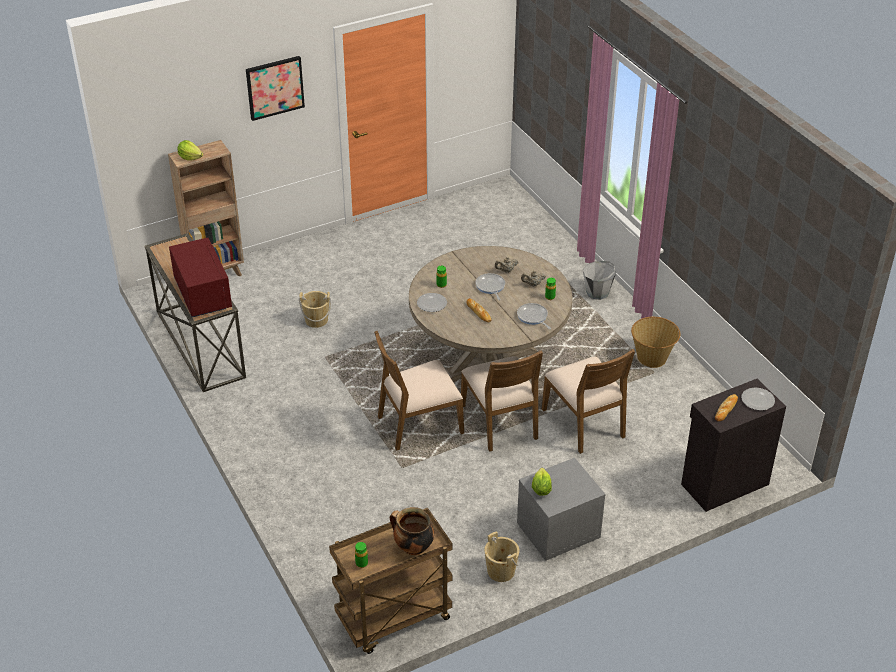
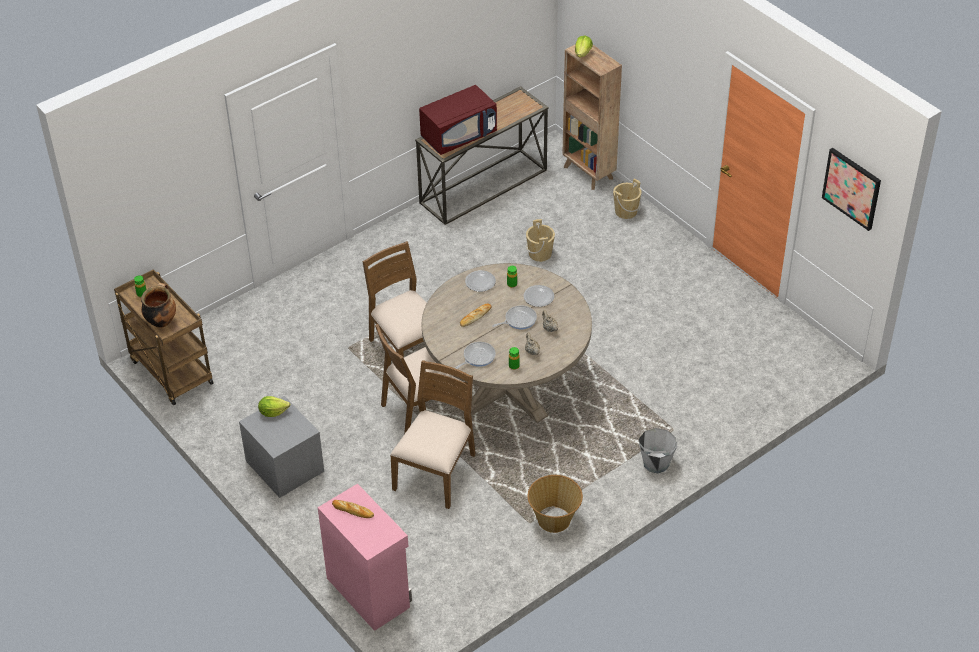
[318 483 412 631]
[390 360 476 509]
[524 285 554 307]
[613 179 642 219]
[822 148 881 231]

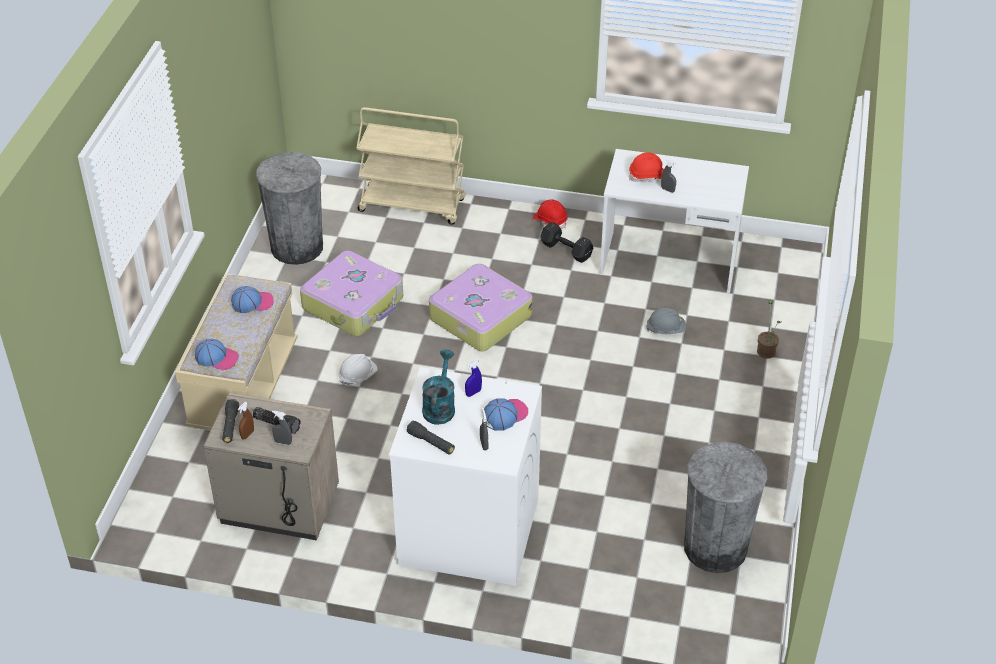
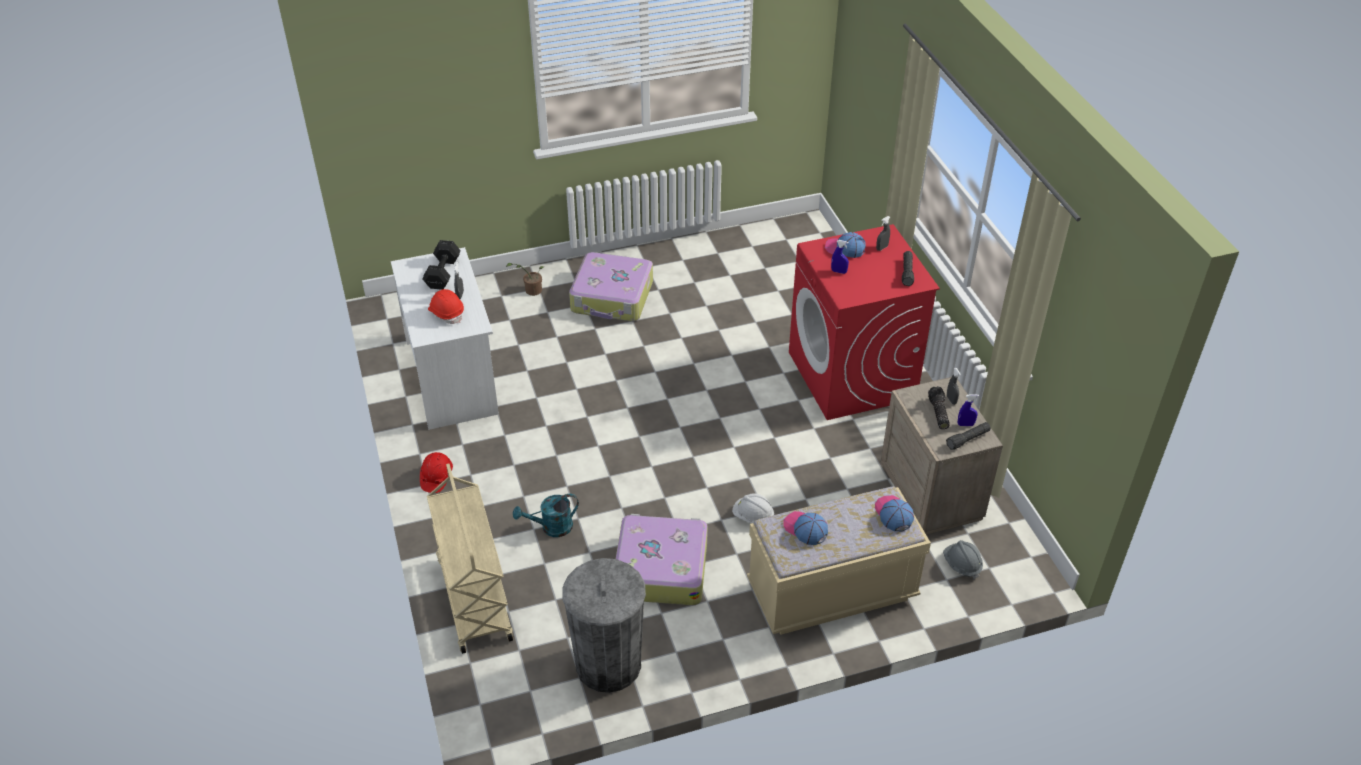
[422 240 461 290]
[513 494 579 537]
[569 252 653 321]
[789 224 940 420]
[943 540 983 579]
[958 394 979 426]
[684 442 767 573] (first image)

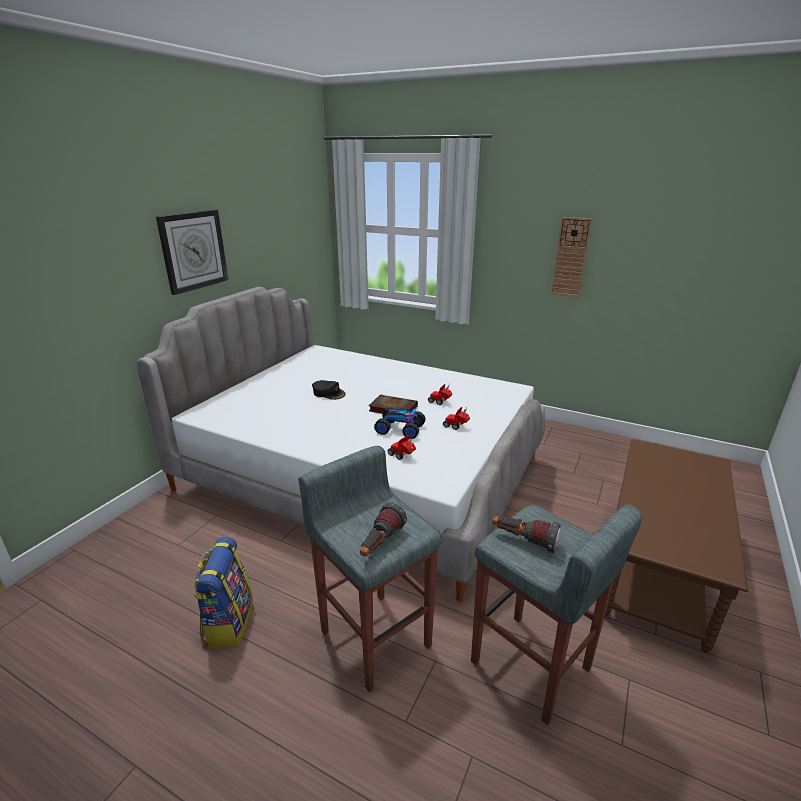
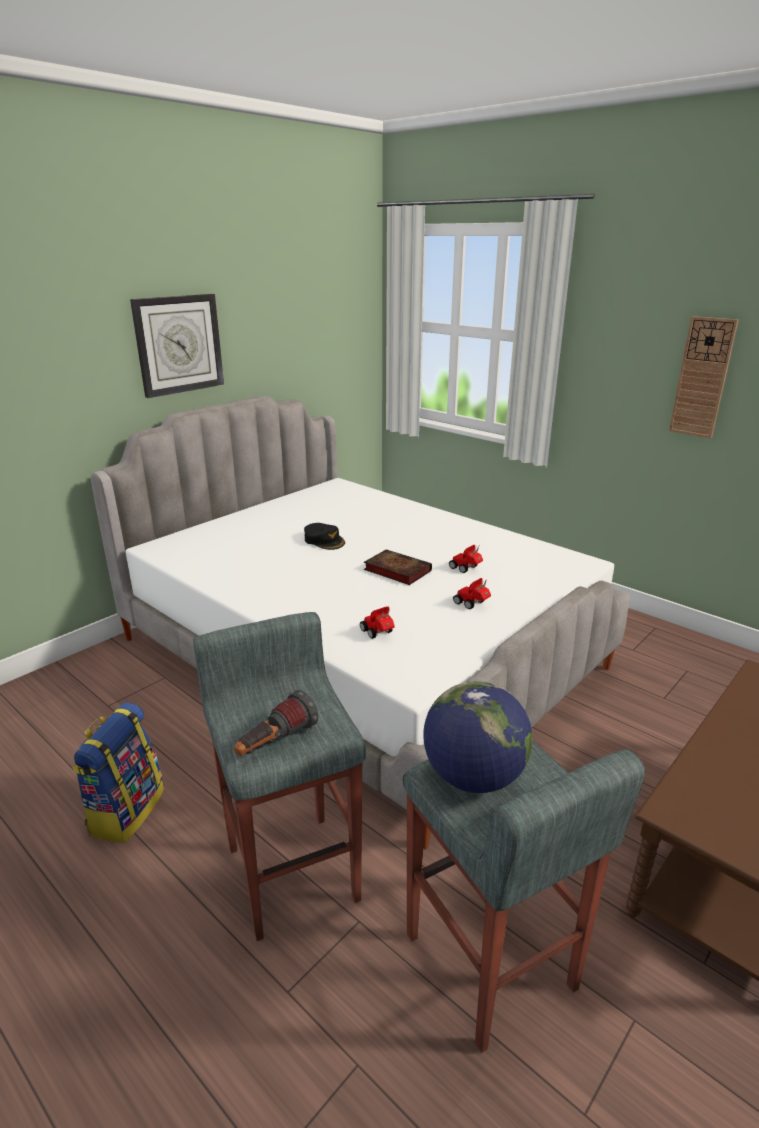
[423 681 533 793]
[374 408 426 439] (first image)

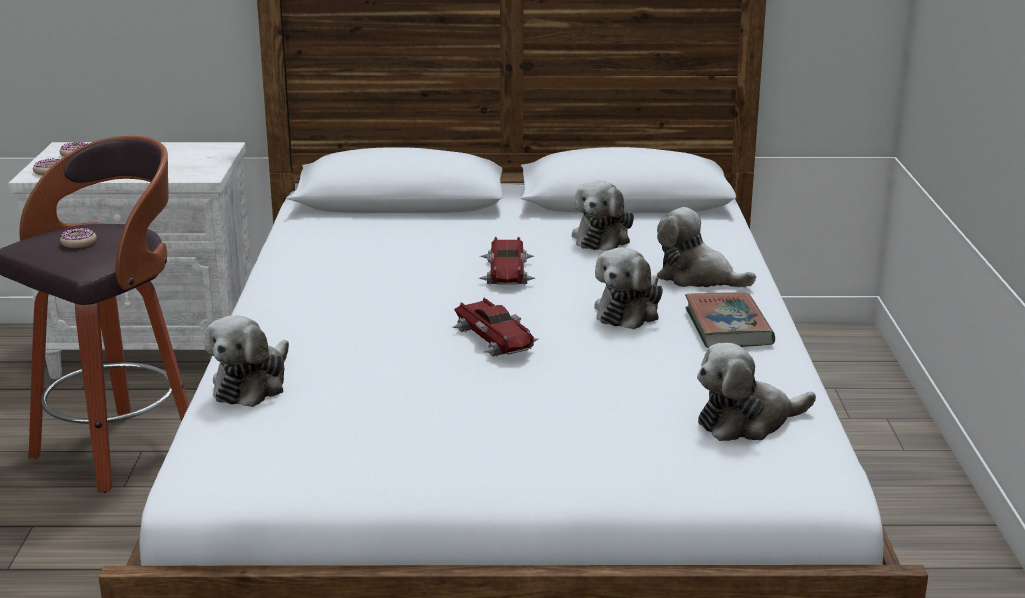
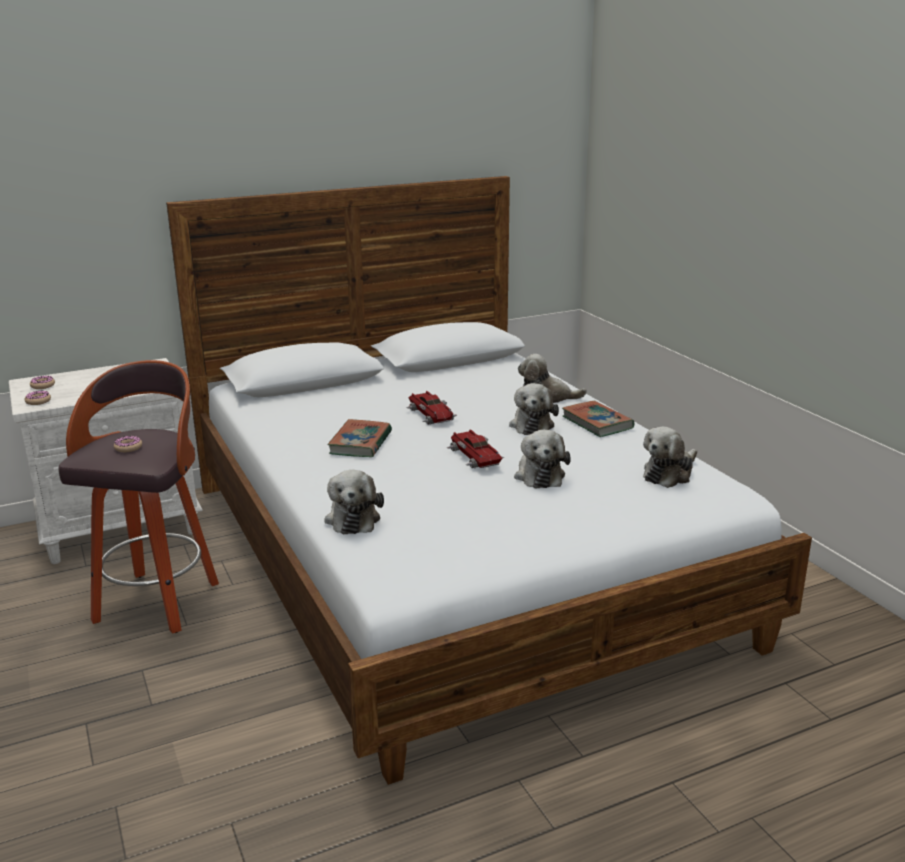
[327 419 392 457]
[447 429 504 468]
[514 430 571 488]

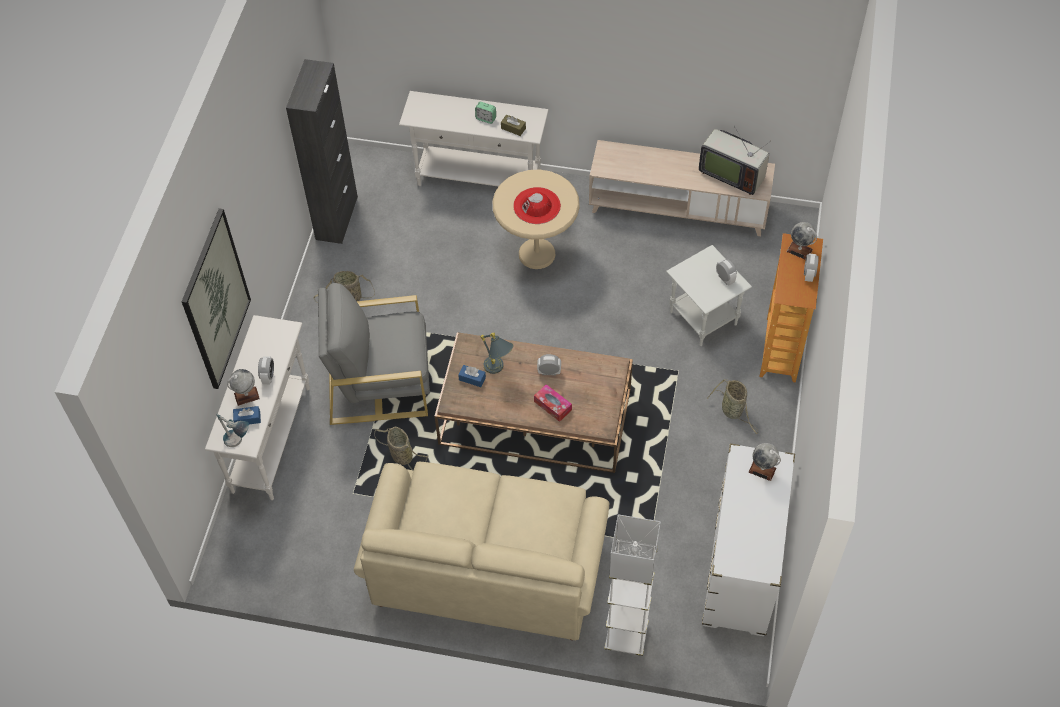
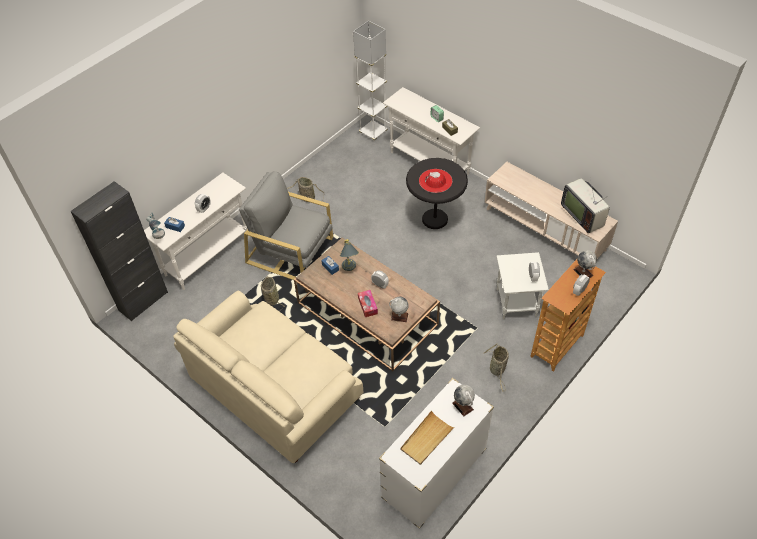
[71 181 168 321]
[353 21 388 142]
[389 297 409 322]
[400 410 454 465]
[406 158 468 229]
[182 208 251 389] (first image)

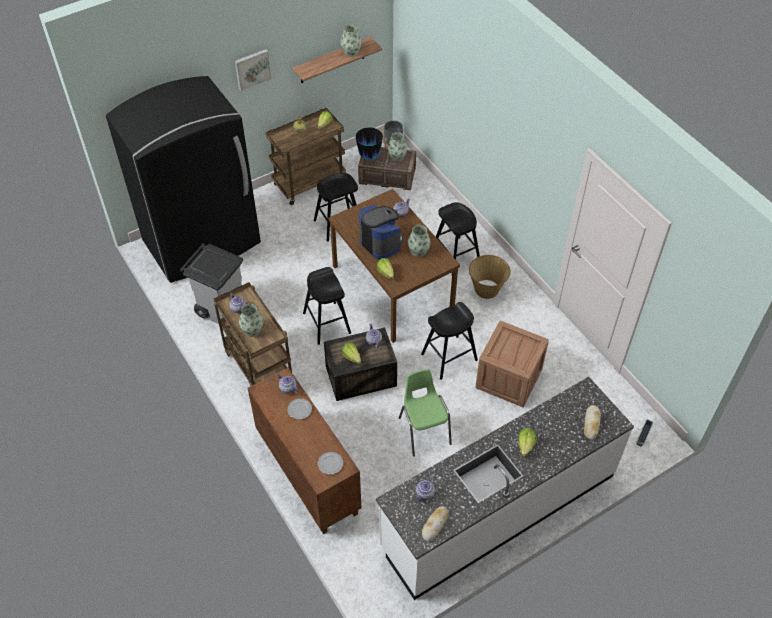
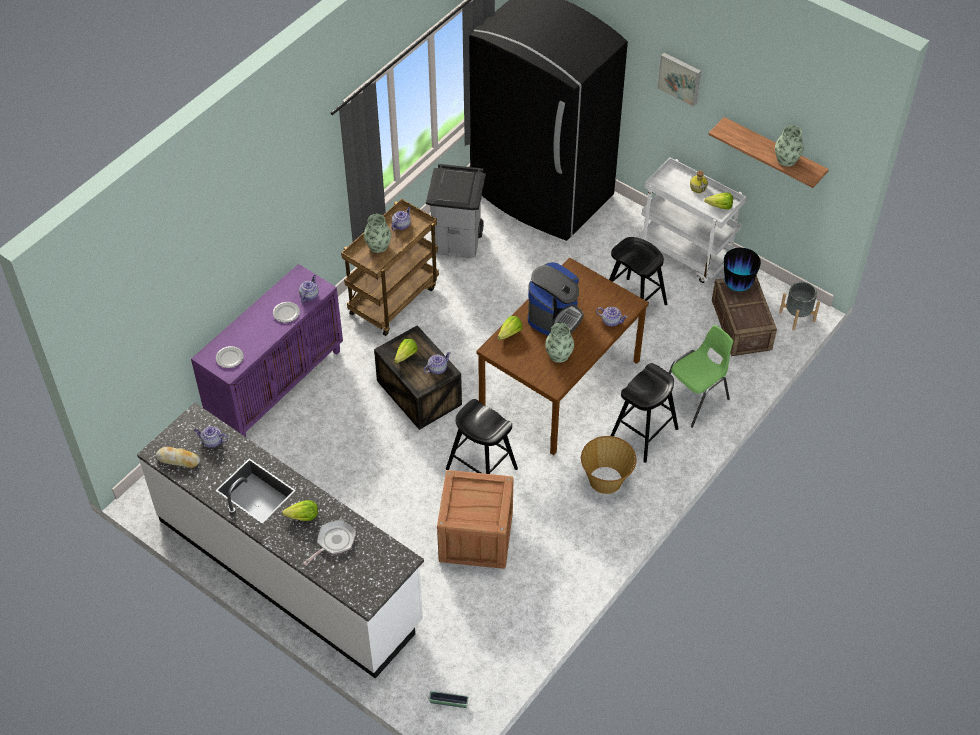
[191 264 343 437]
[303 520 356 566]
[639 157 746 283]
[669 325 733 428]
[303 267 351 345] (first image)
[388 132 407 161] (first image)
[584 405 601 440] (first image)

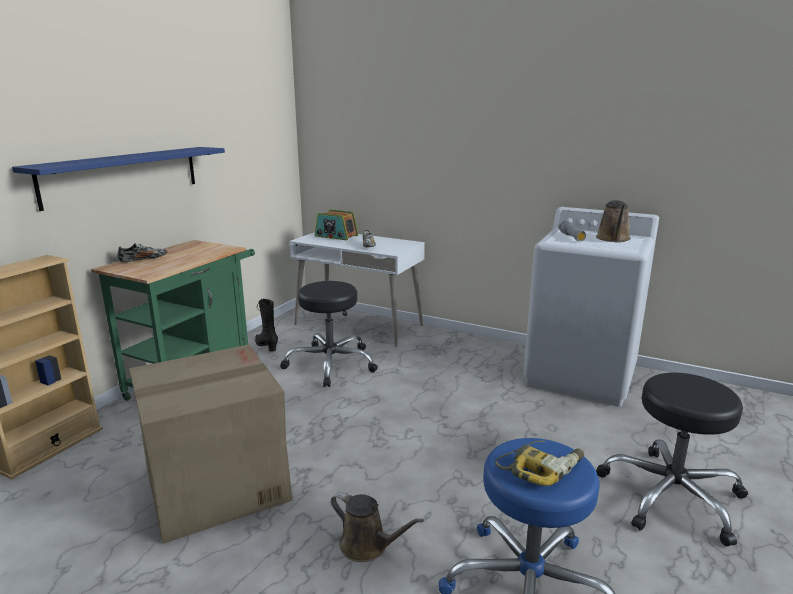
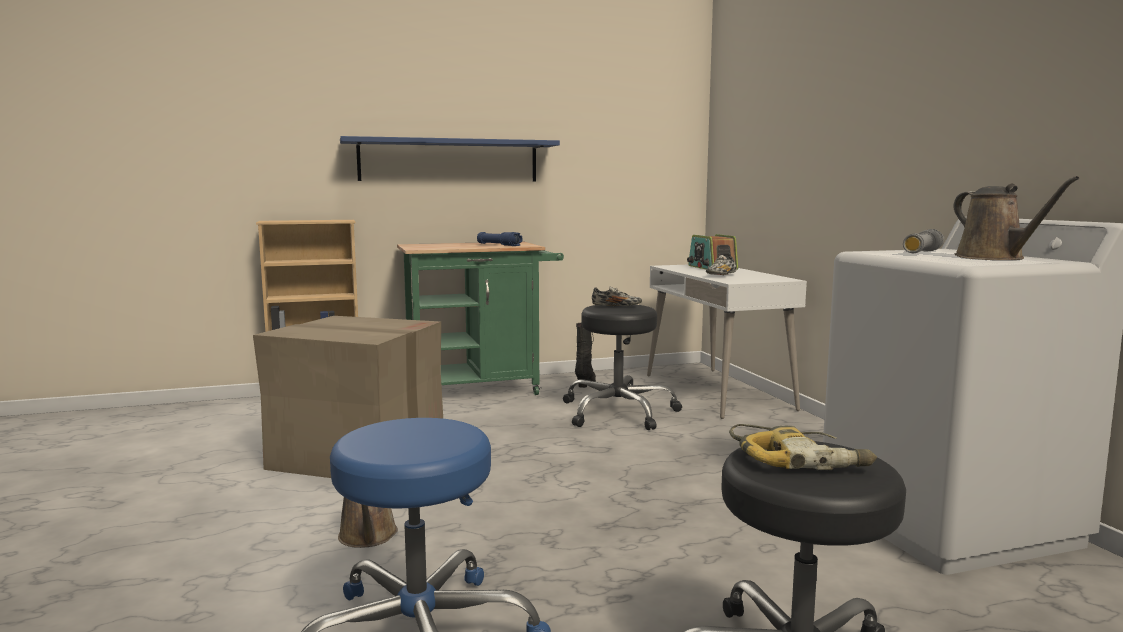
[477 232 523 246]
[592 286 642 307]
[729 424 877 470]
[953 176 1079 260]

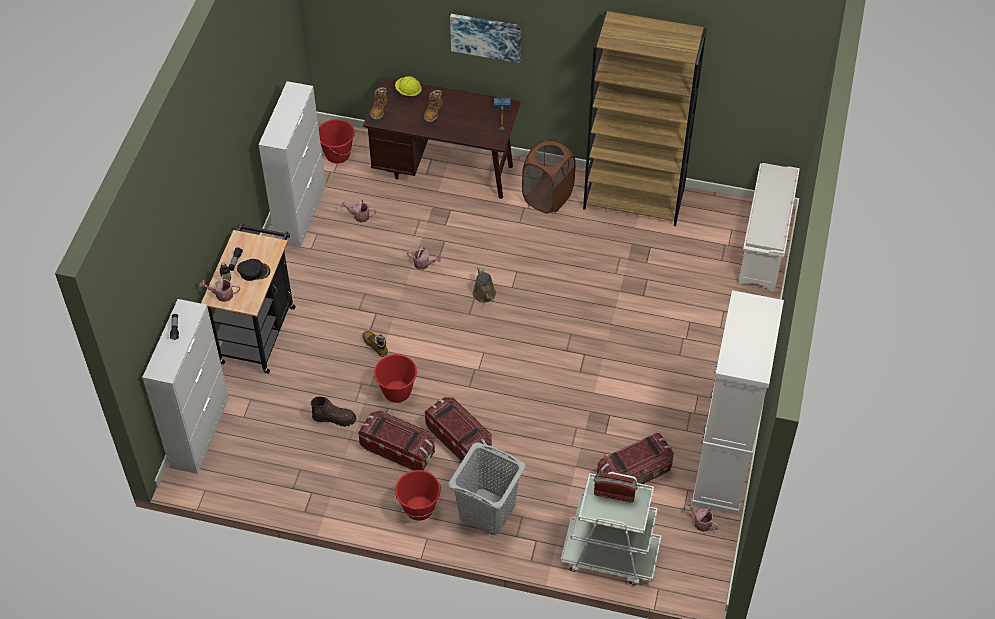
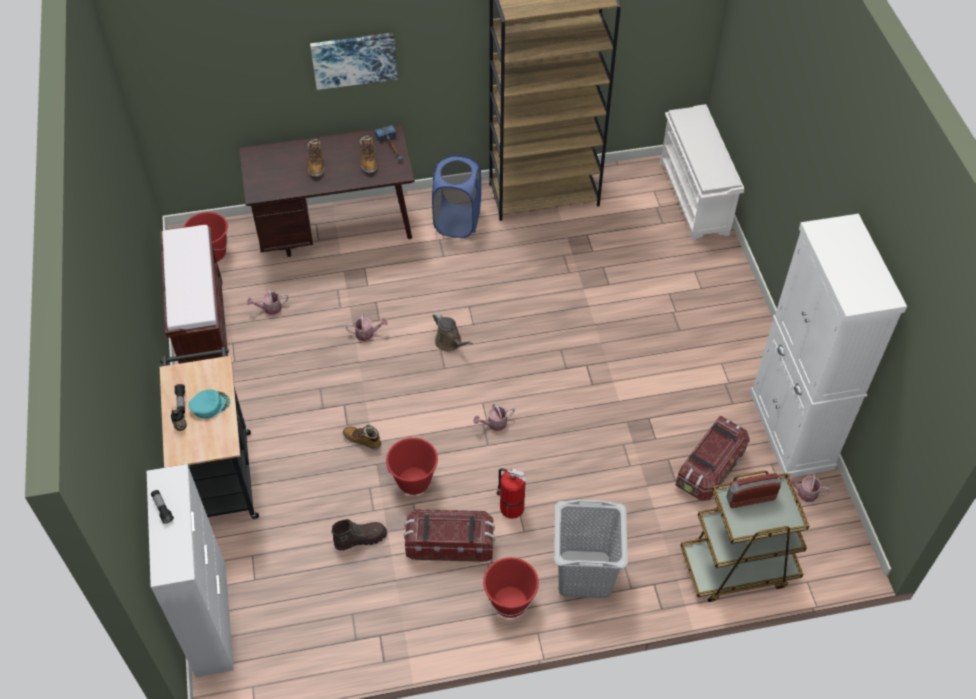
[160 225 228 364]
[188 389 230 419]
[359 135 377 173]
[432 155 481 238]
[473 403 515 431]
[497 468 527 519]
[681 471 809 602]
[395 76 422 97] (first image)

